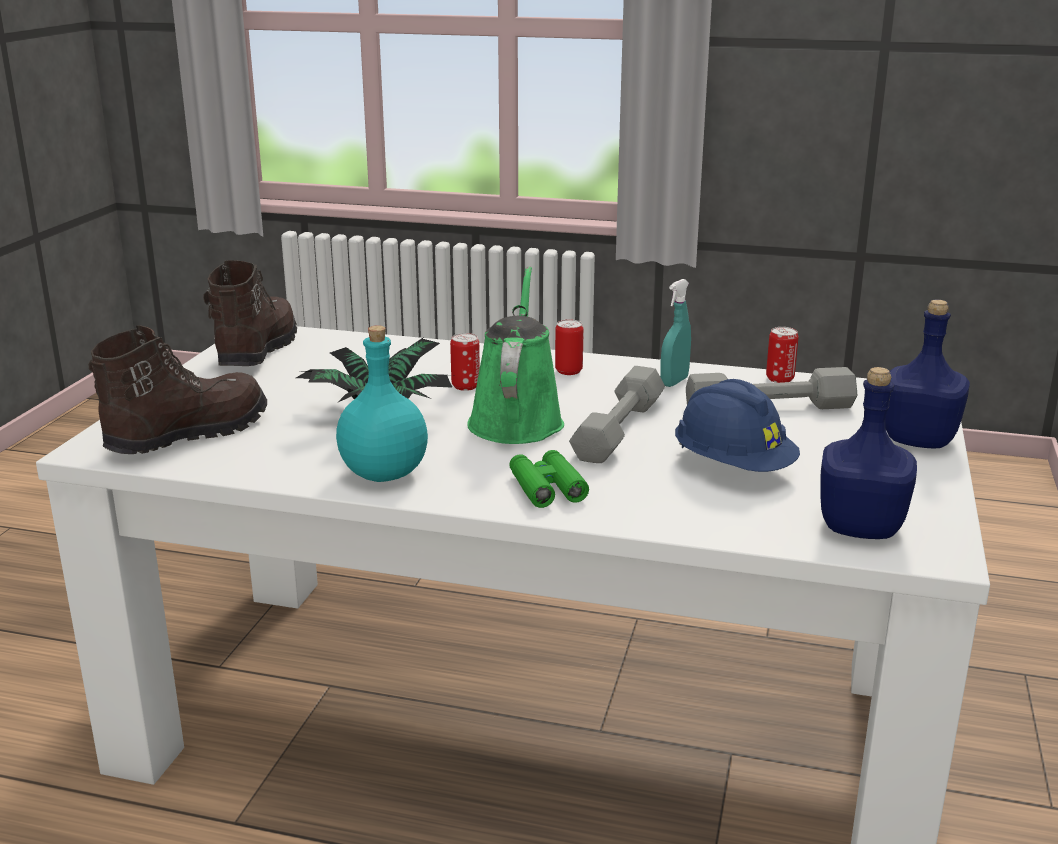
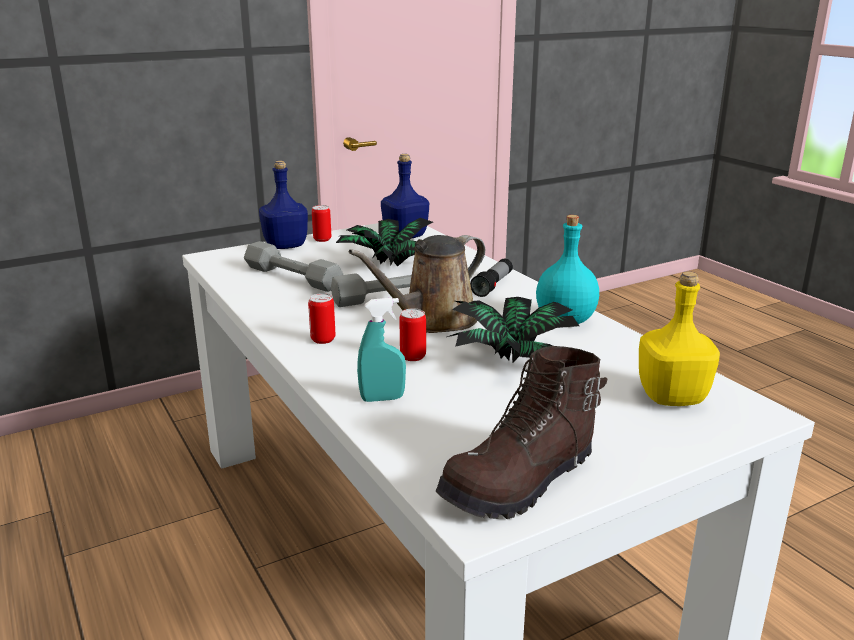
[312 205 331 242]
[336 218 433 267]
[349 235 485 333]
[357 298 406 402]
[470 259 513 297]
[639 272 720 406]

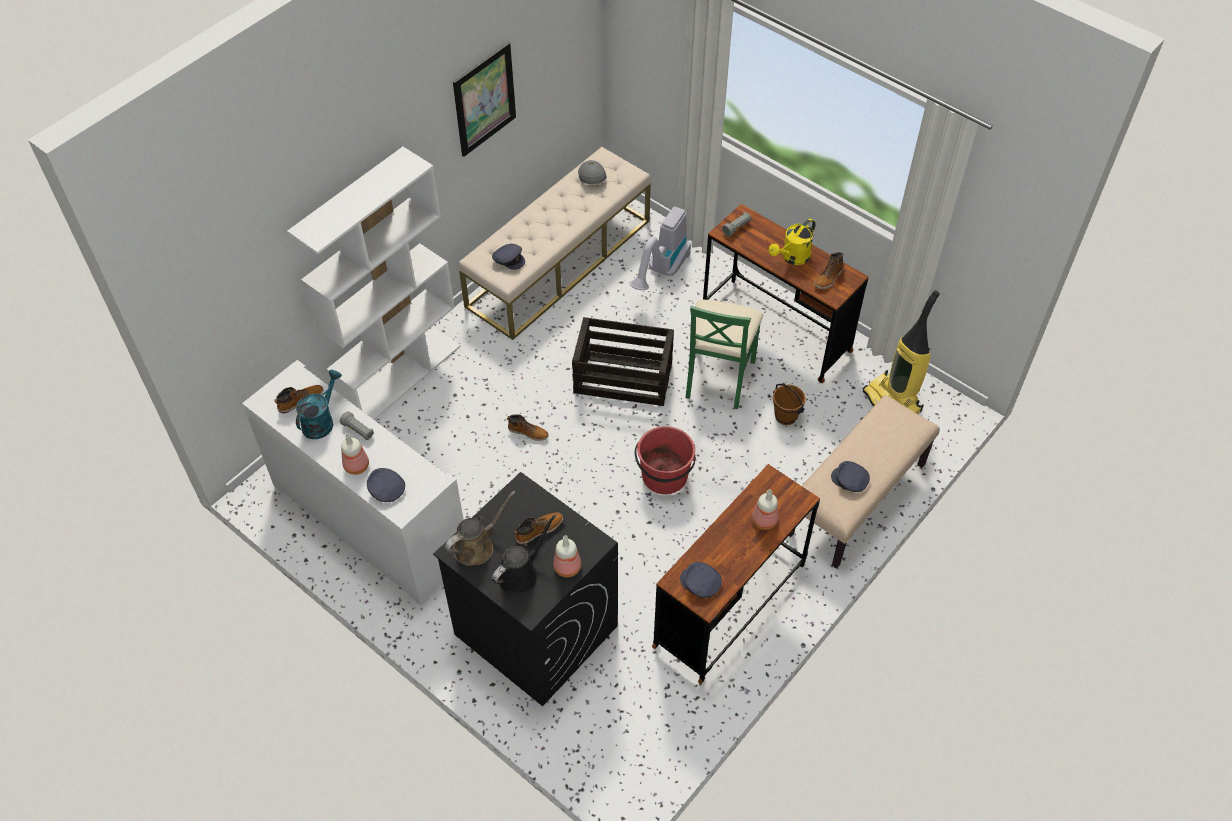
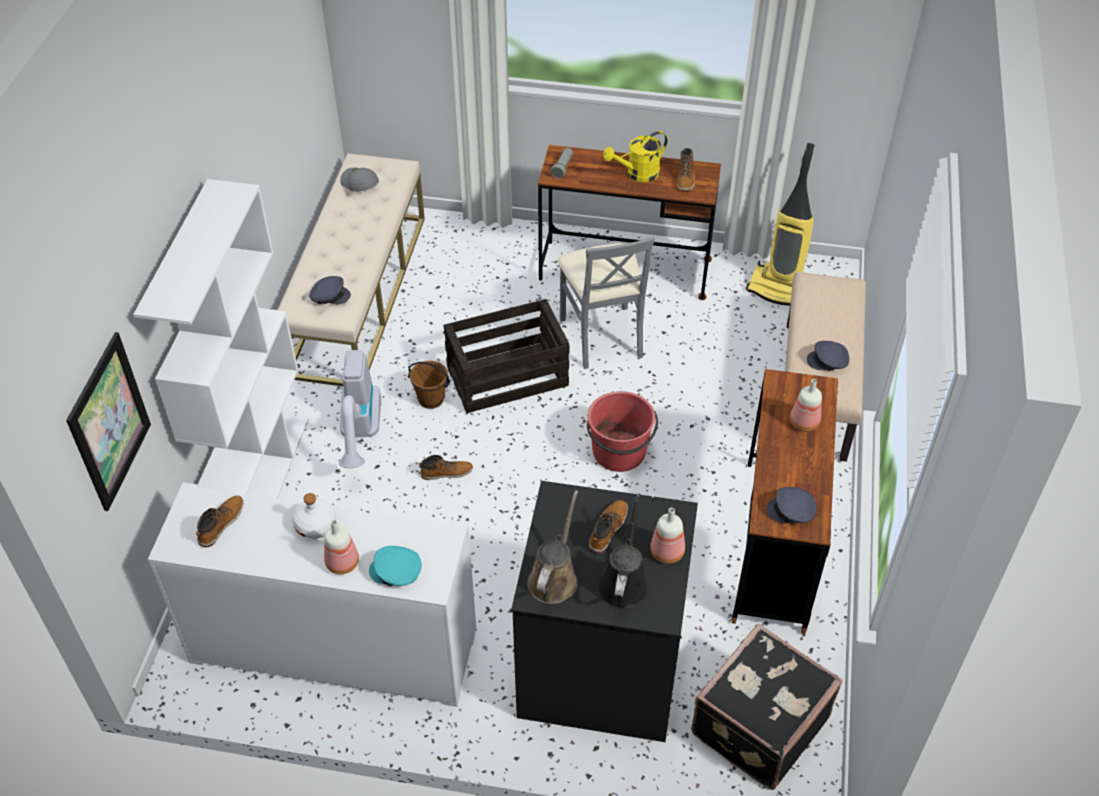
[66 332 151 511]
[292 493 336 539]
[339 350 382 468]
[369 546 422 586]
[408 361 451 409]
[557 237 655 369]
[603 131 667 182]
[691 624 843 790]
[296 370 342 439] (first image)

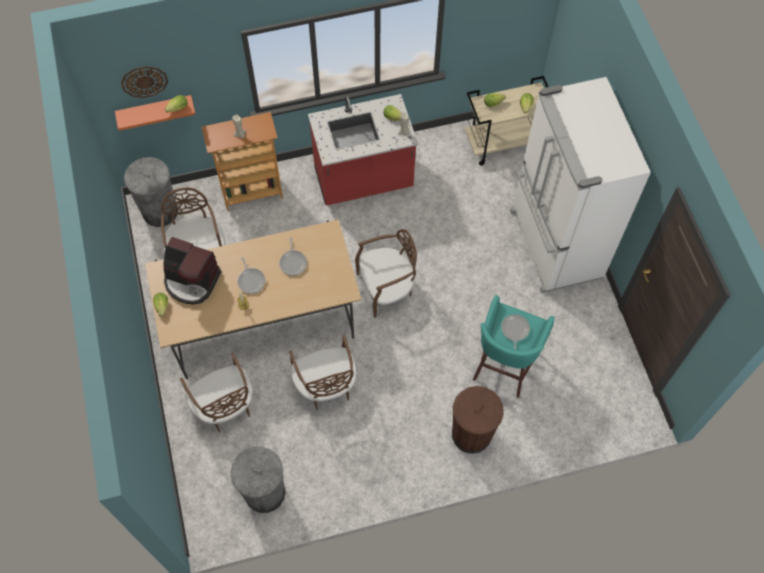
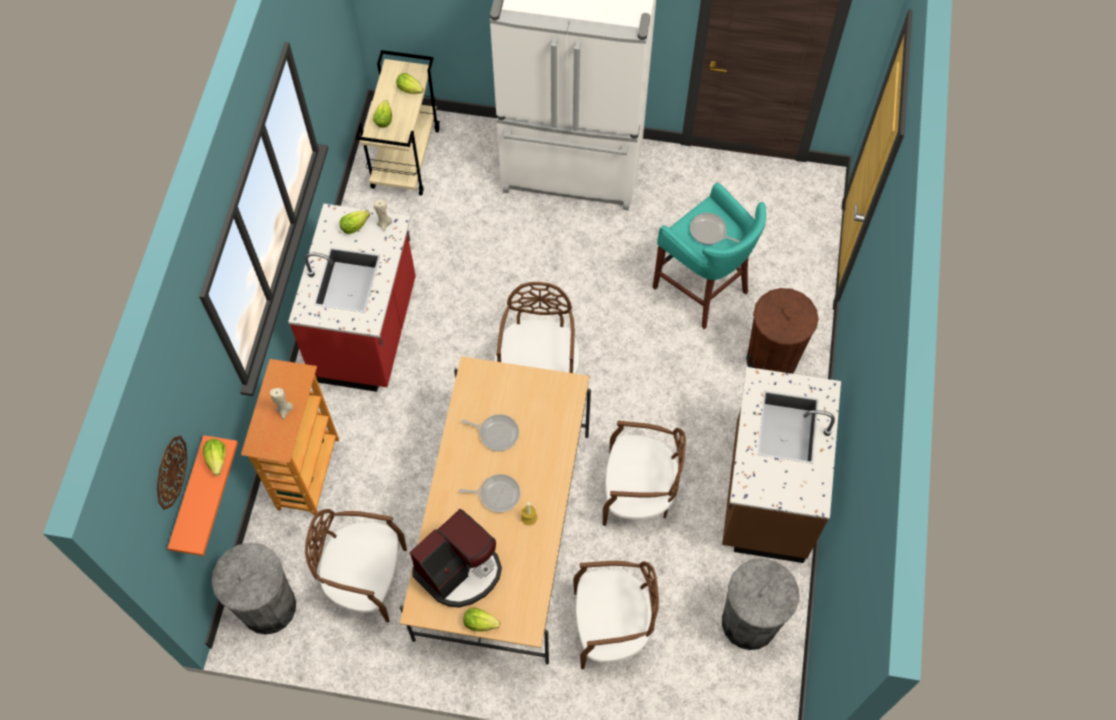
[722 367 841 563]

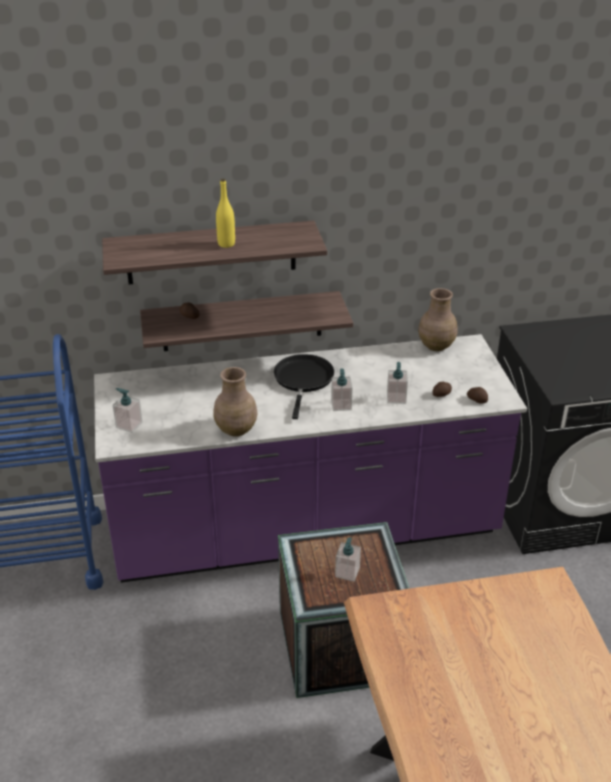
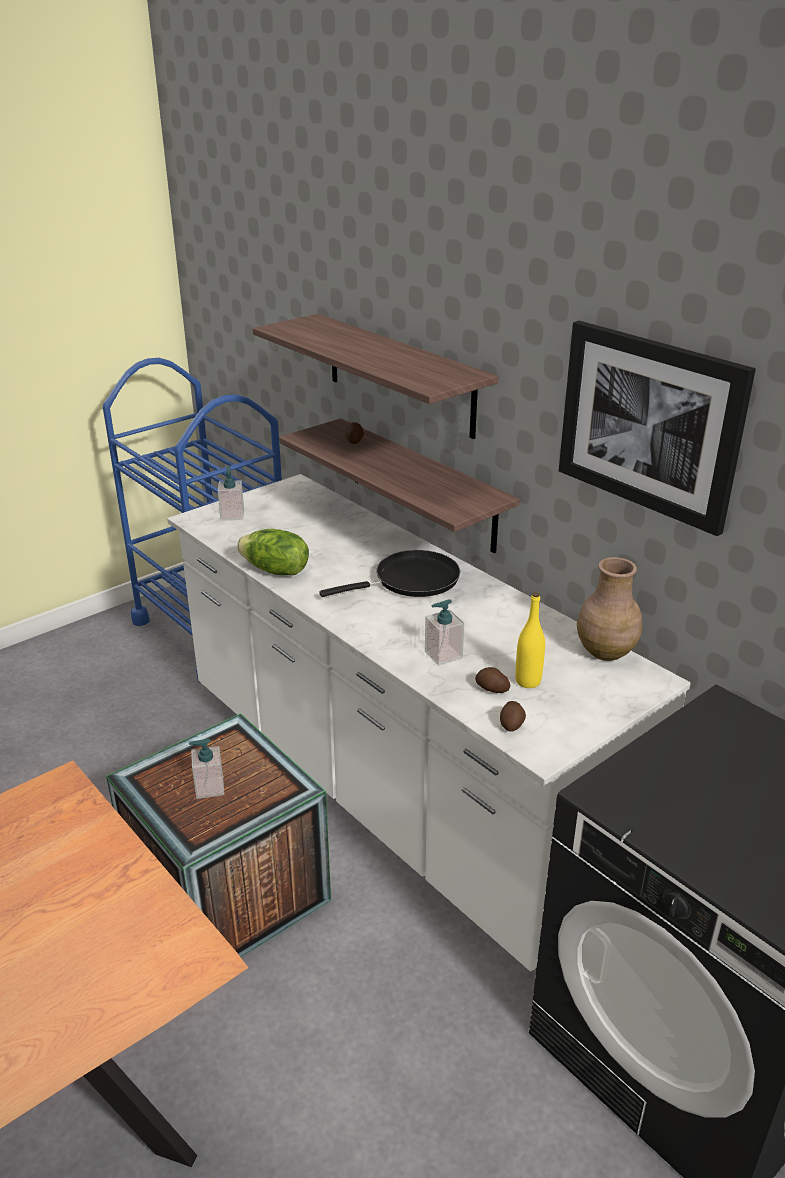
[167 474 691 971]
[237 529 309 575]
[515 592 545 688]
[559 321 756 536]
[331 369 353 411] (first image)

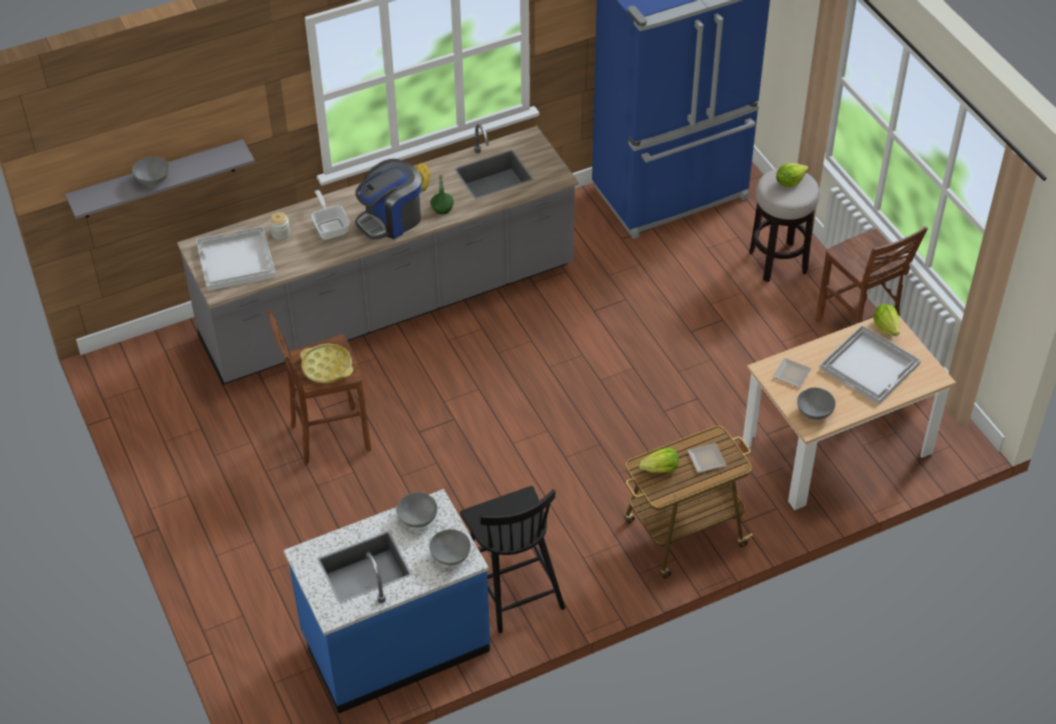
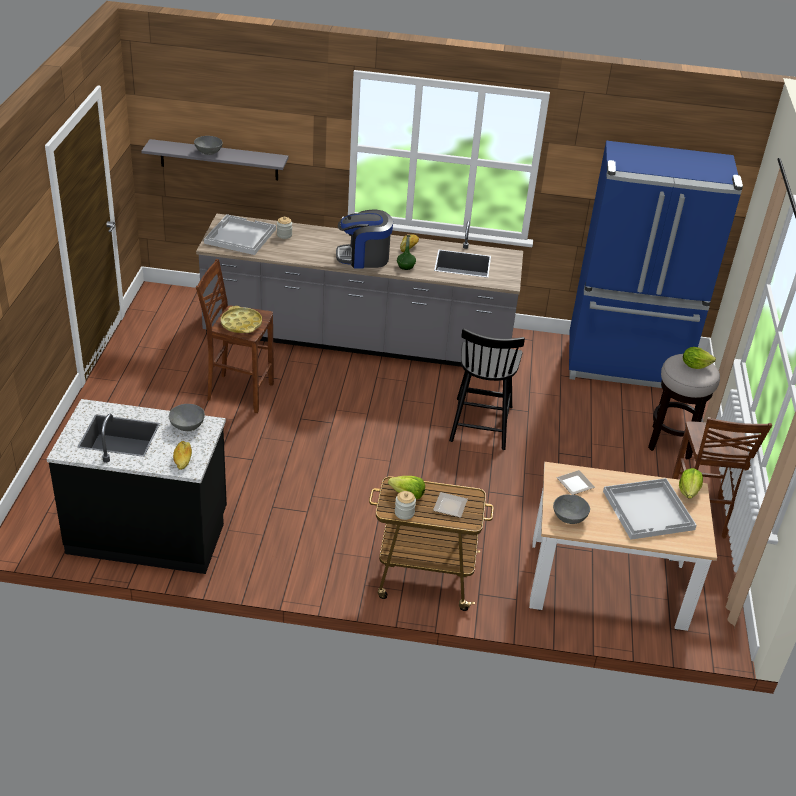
[47 399 227 574]
[173 441 192 470]
[395 491 416 520]
[449 328 525 450]
[311 190 350 239] (first image)

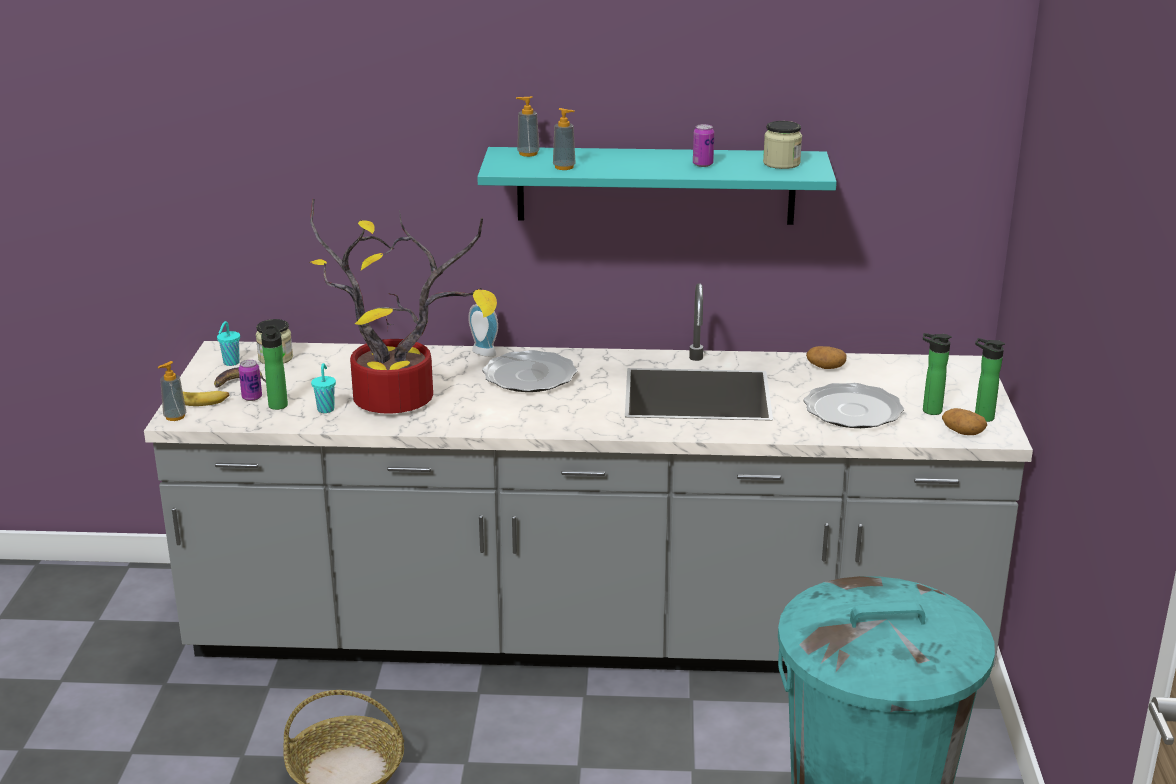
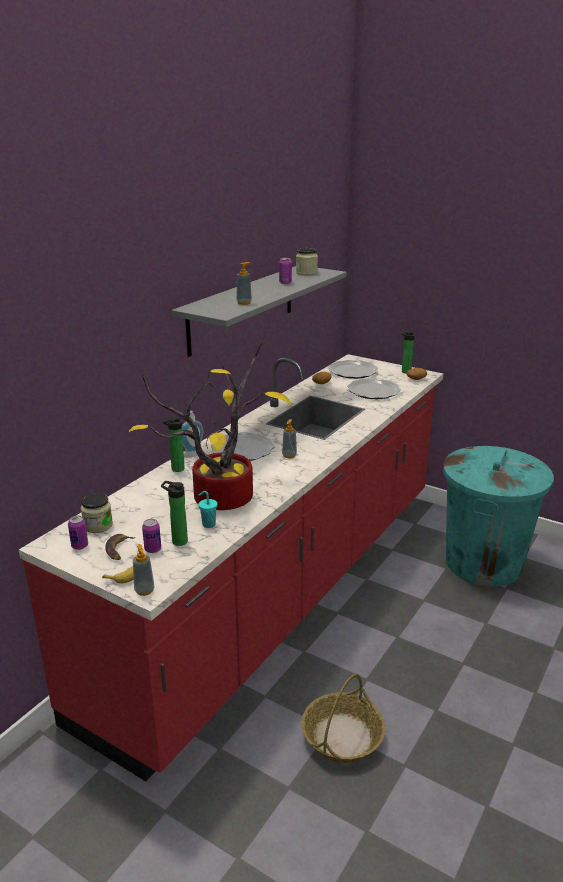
[19 354 443 782]
[68 516 88 550]
[163 416 185 472]
[171 266 347 357]
[282 419 297 458]
[329 360 378 379]

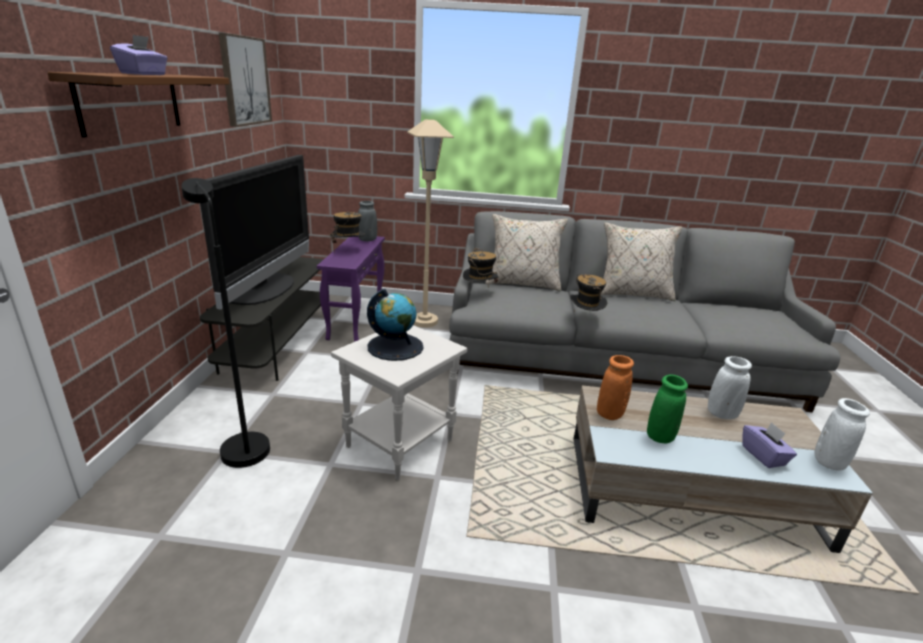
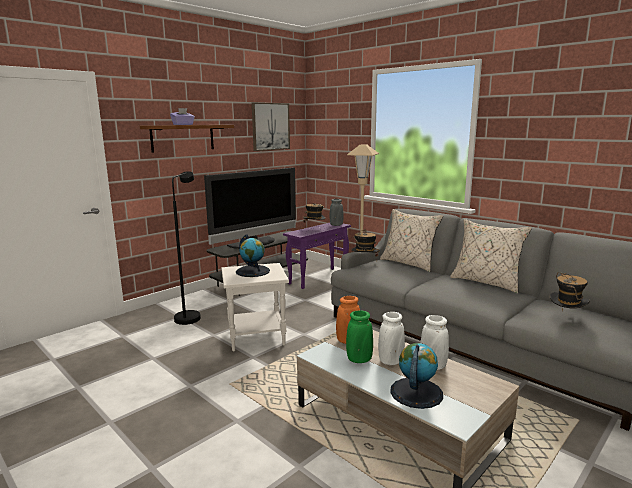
[378 312 405 365]
[390 343 443 409]
[550 272 590 312]

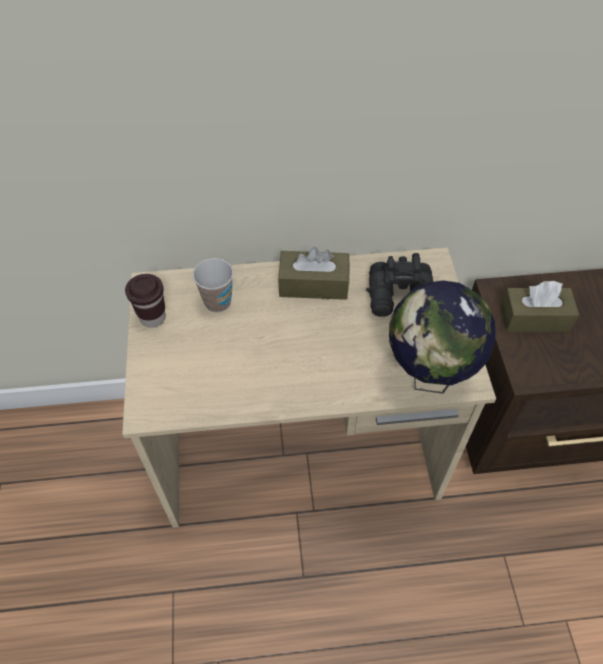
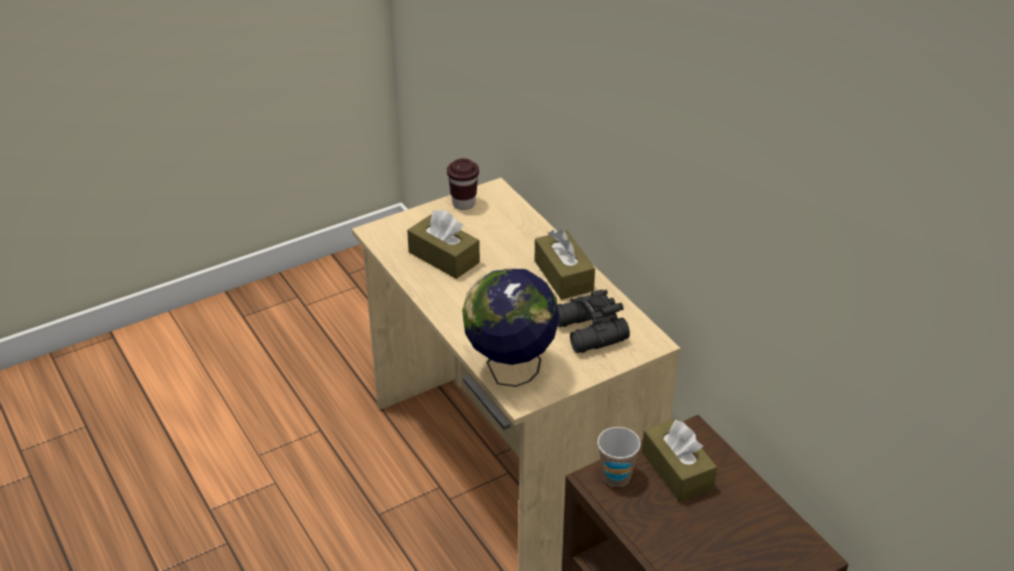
[407 210 480 279]
[597 427 641 486]

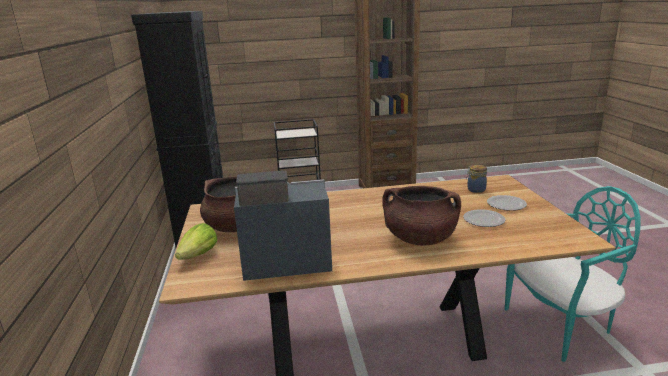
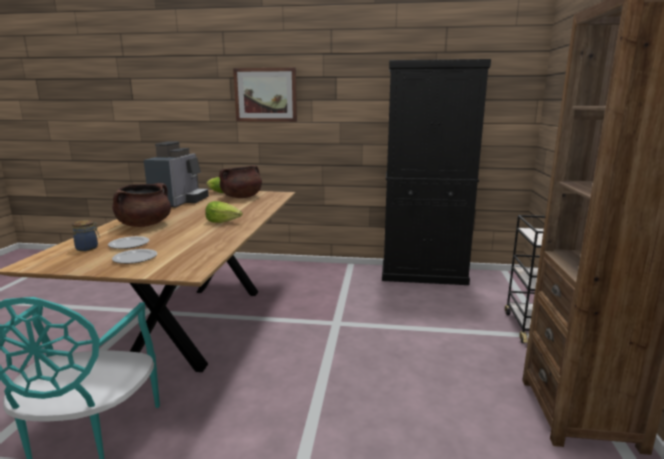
[72 220 99 251]
[205 201 242 223]
[233 68 297 122]

